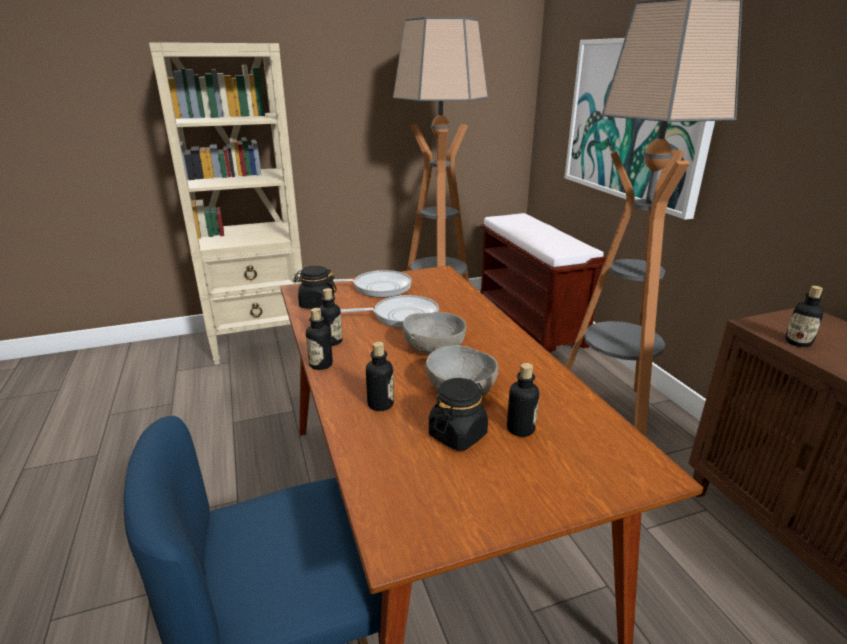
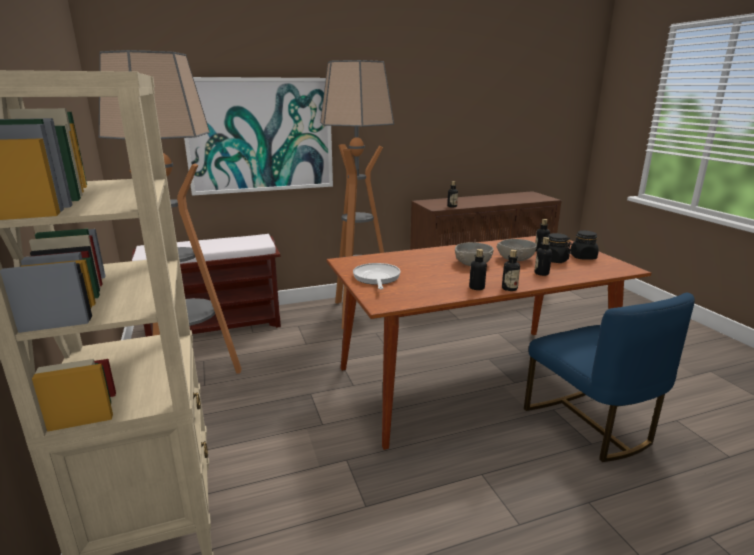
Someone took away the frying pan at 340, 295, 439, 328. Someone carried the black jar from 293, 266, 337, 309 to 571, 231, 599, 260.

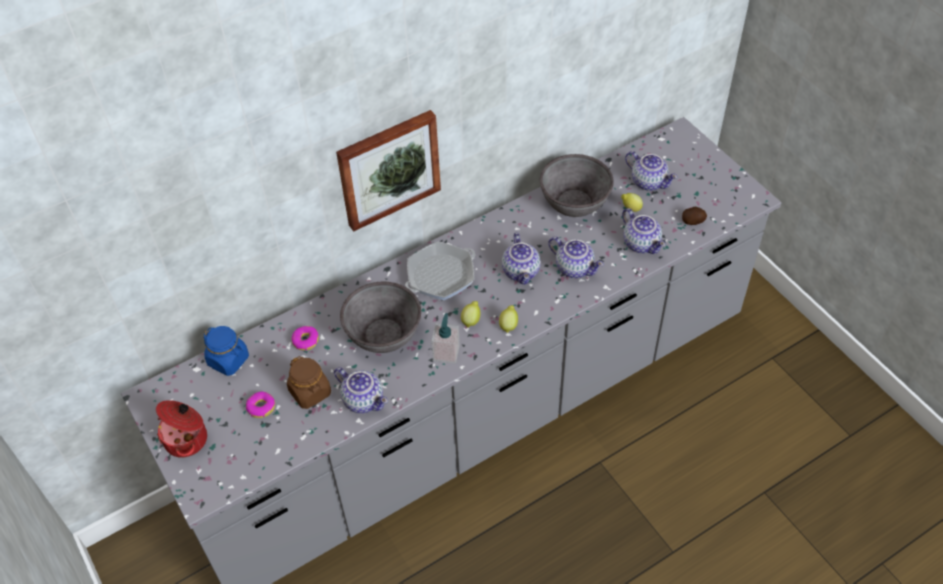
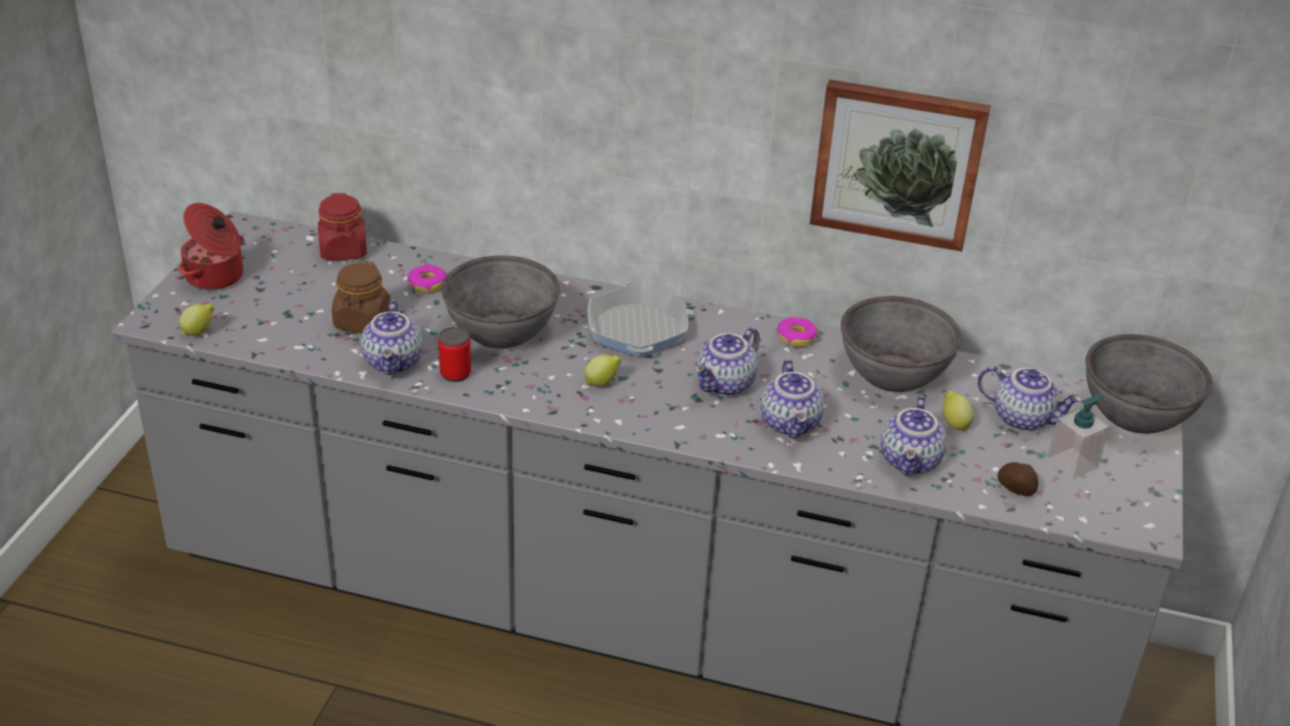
Someone put down the can at 438, 327, 471, 382. Someone put down the grey bowl at 1086, 334, 1213, 434. Someone carried the ring doughnut from 246, 392, 275, 418 to 777, 317, 817, 347. Someone carried the wall picture from 336, 110, 441, 231 to 810, 80, 991, 252. Someone carried the soap bottle from 431, 313, 460, 364 to 1047, 394, 1110, 479. Someone carried the lemon from 499, 305, 518, 333 to 179, 303, 215, 336. Someone repainted the blue jar at 204, 326, 249, 376, which became the red jar at 318, 193, 367, 260. Someone rotated the frying pan at 405, 242, 475, 300 by 75 degrees clockwise. Someone rotated the tea pot at 625, 151, 678, 191 by 60 degrees counterclockwise.

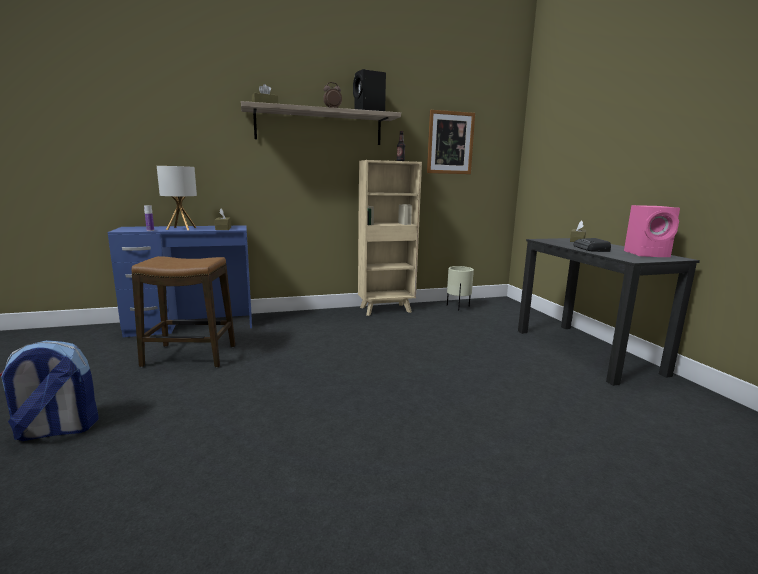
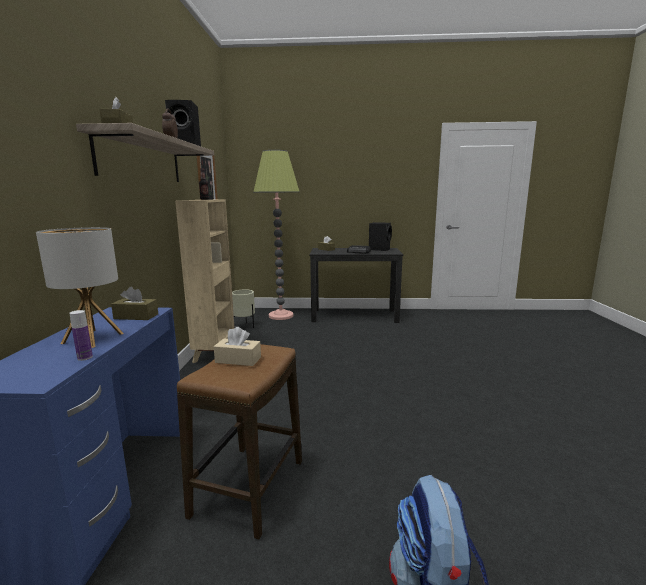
Someone put down the sand-coloured tissue holder at 214, 327, 261, 366. Someone put down the floor lamp at 254, 150, 300, 320. Someone repainted the pink-coloured loudspeaker at 624, 205, 680, 257, which became the black loudspeaker at 369, 222, 392, 251.

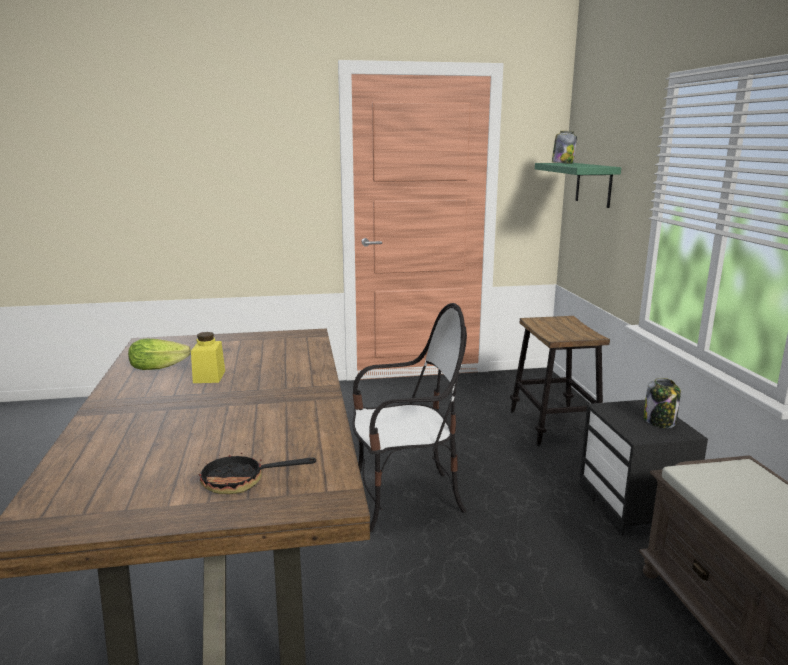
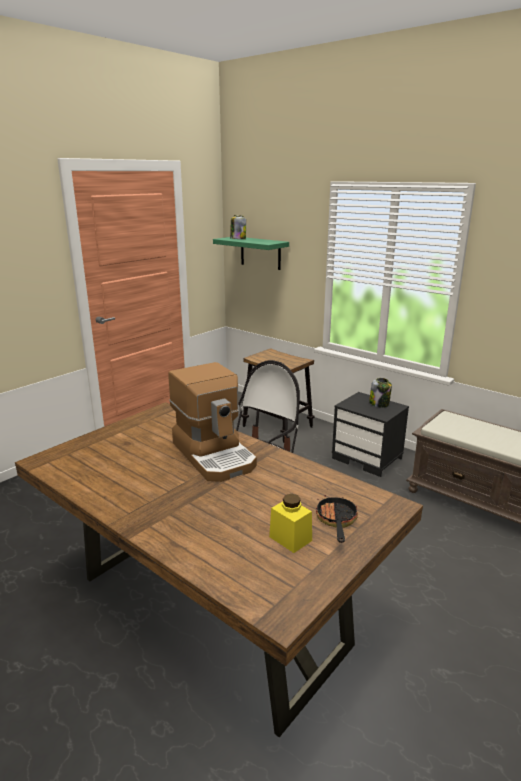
Someone took away the lettuce at 128, 339, 191, 370. Someone put down the coffee brewer at 168, 362, 257, 482. Someone carried the yellow-coloured jar from 191, 332, 225, 383 to 269, 494, 312, 553. Someone rotated the frying pan at 198, 444, 316, 494 by 135 degrees clockwise.

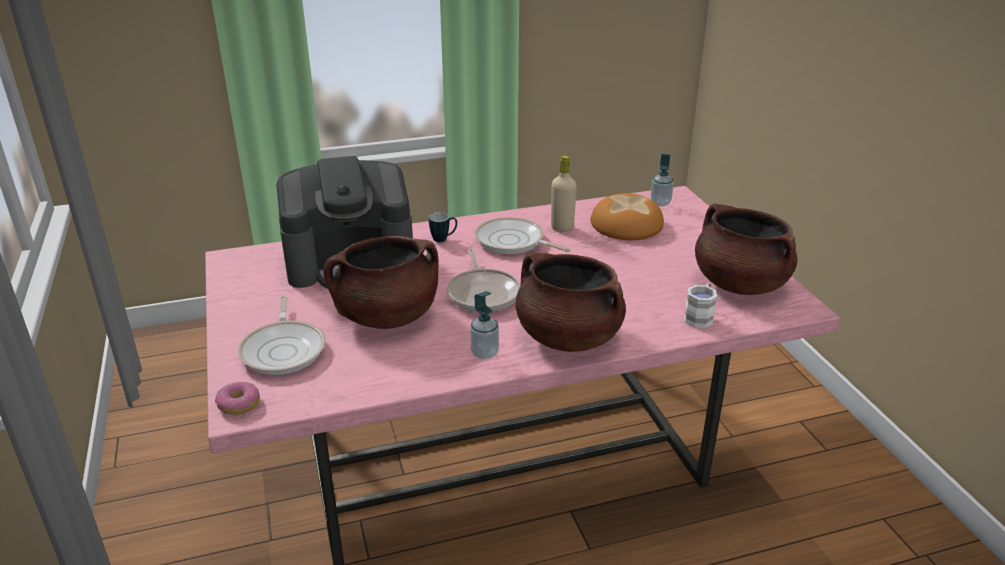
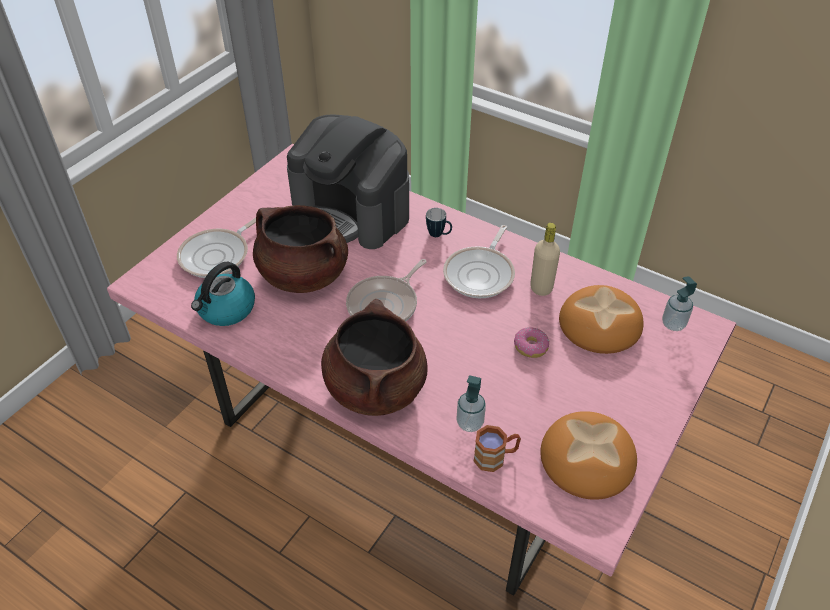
Someone put down the tea kettle at 191, 262, 255, 326. Someone carried the ring doughnut from 215, 381, 260, 415 to 514, 327, 550, 358. Someone carried the soap bottle from 470, 291, 499, 359 to 456, 375, 486, 432. Someone swapped the brownish cooking pot at 695, 203, 798, 295 for the bread at 540, 411, 637, 500. Someone repainted the white-coloured tea mug at 684, 283, 717, 328, which became the brownish tea mug at 473, 425, 521, 472. Someone rotated the frying pan at 474, 217, 571, 254 by 150 degrees counterclockwise.

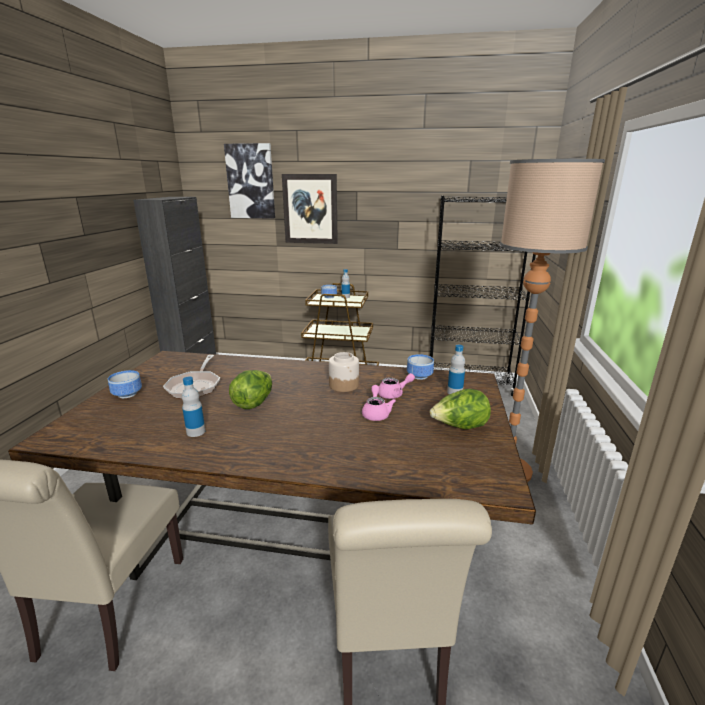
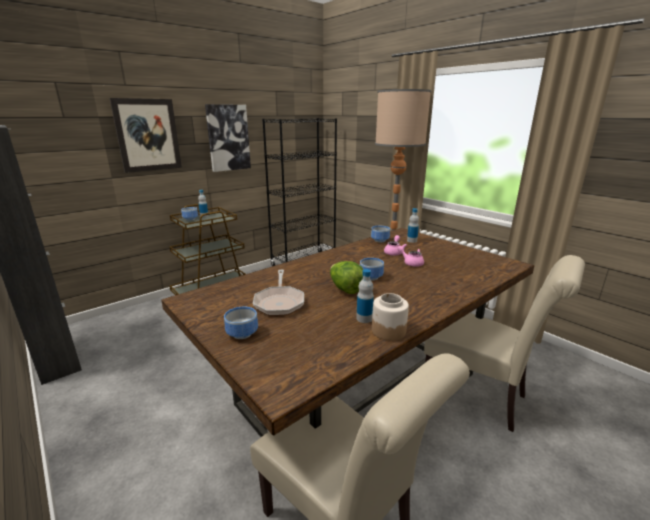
Someone took away the lettuce at 430, 389, 491, 429. Someone put down the bowl at 360, 258, 384, 280. Someone carried the wall picture from 224, 143, 275, 219 to 205, 104, 251, 172. Someone carried the jar from 329, 352, 359, 392 to 372, 293, 409, 341. Someone rotated the frying pan at 163, 355, 220, 399 by 45 degrees clockwise.

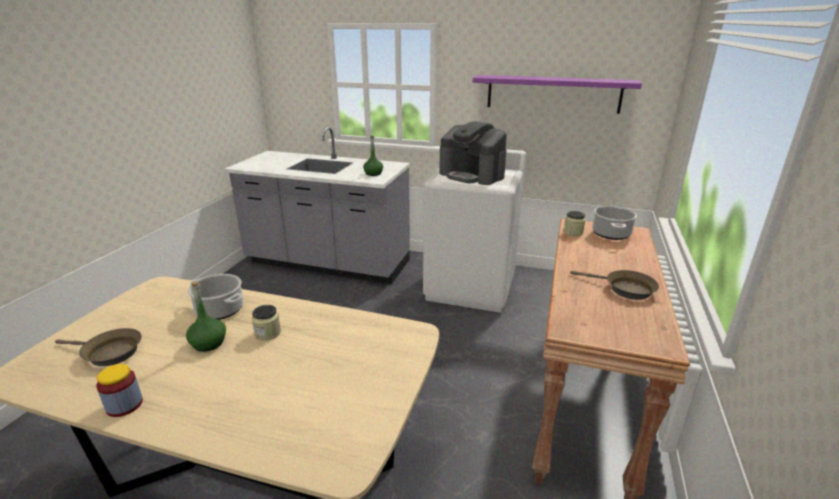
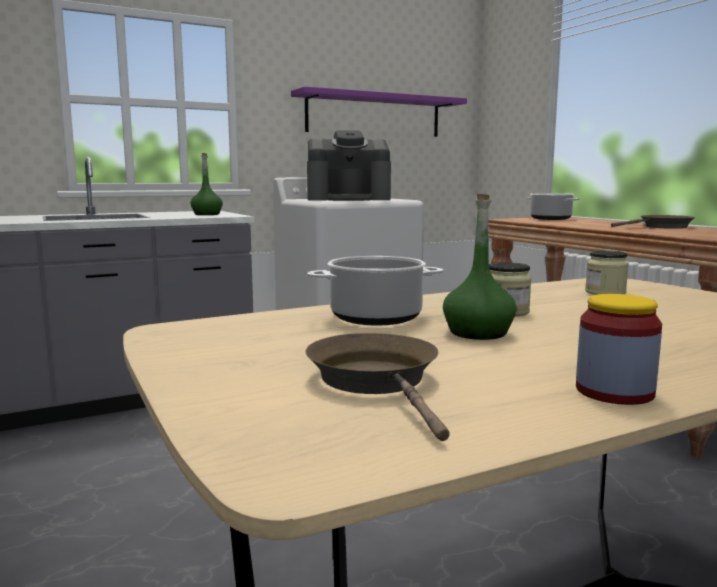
Someone carried the jar from 564, 211, 585, 236 to 585, 250, 629, 295. Someone rotated the brownish frying pan at 55, 328, 142, 366 by 75 degrees counterclockwise.

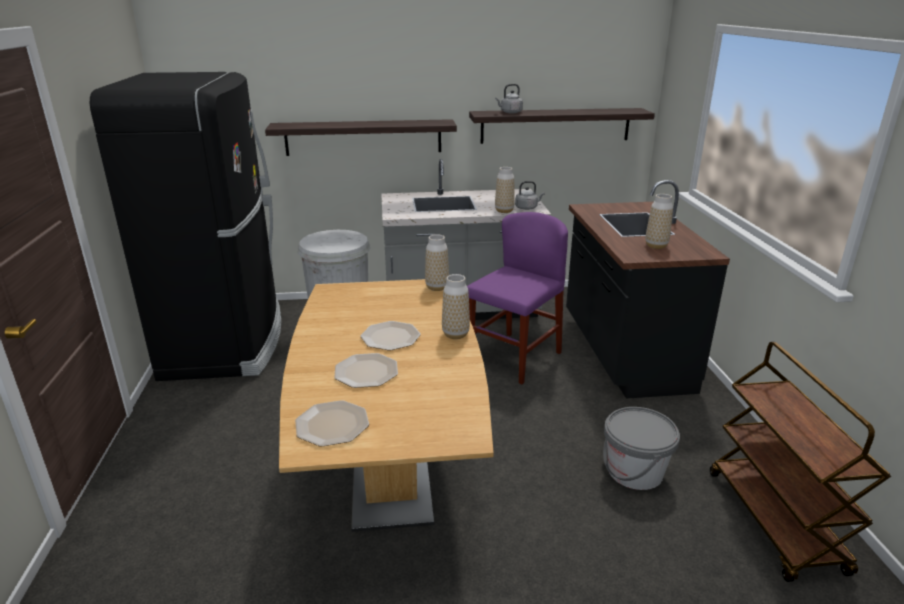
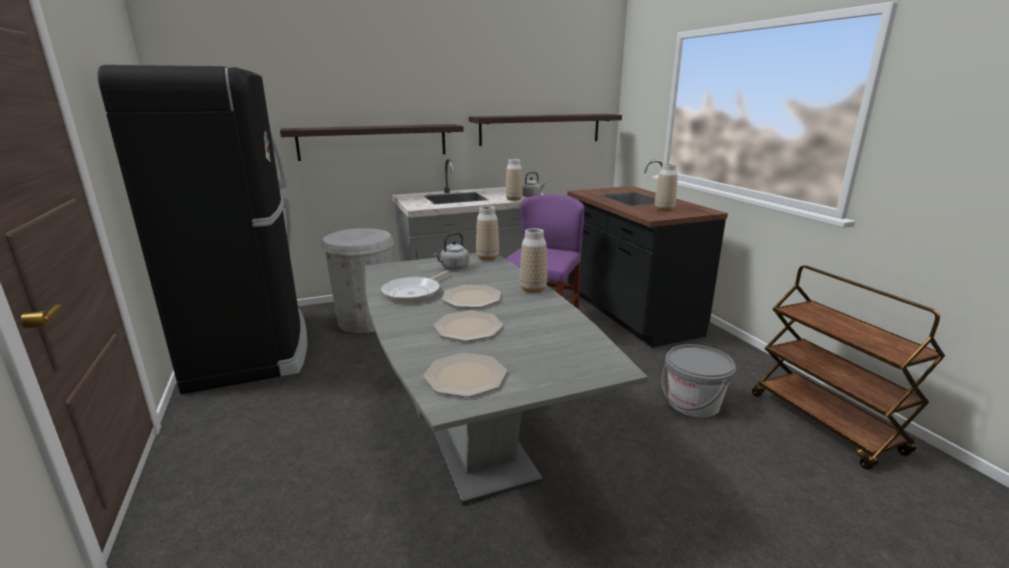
Someone put down the frying pan at 381, 270, 449, 302. Someone carried the grey tea kettle from 495, 84, 523, 114 to 433, 232, 469, 269. Someone repainted the brownish dinner table at 279, 279, 494, 532, which became the grey dinner table at 365, 253, 647, 505.

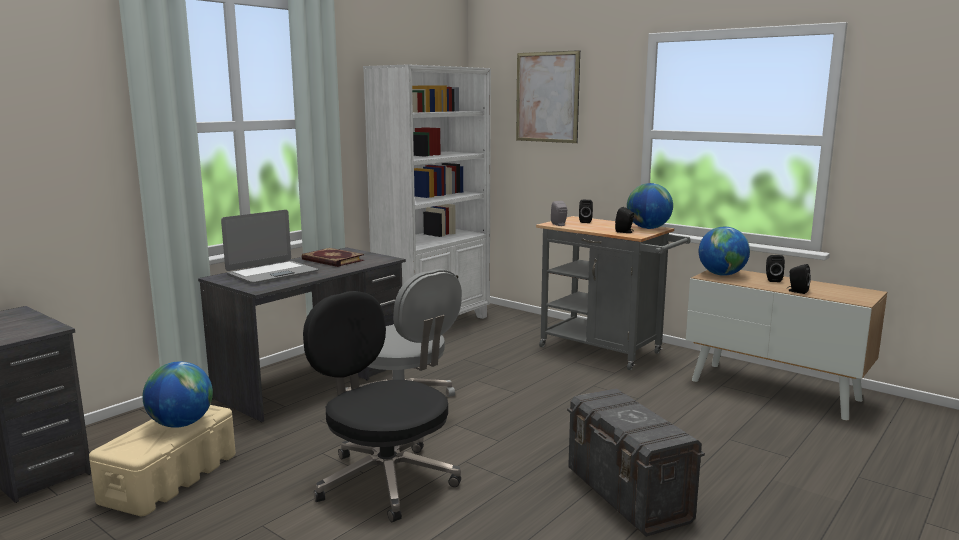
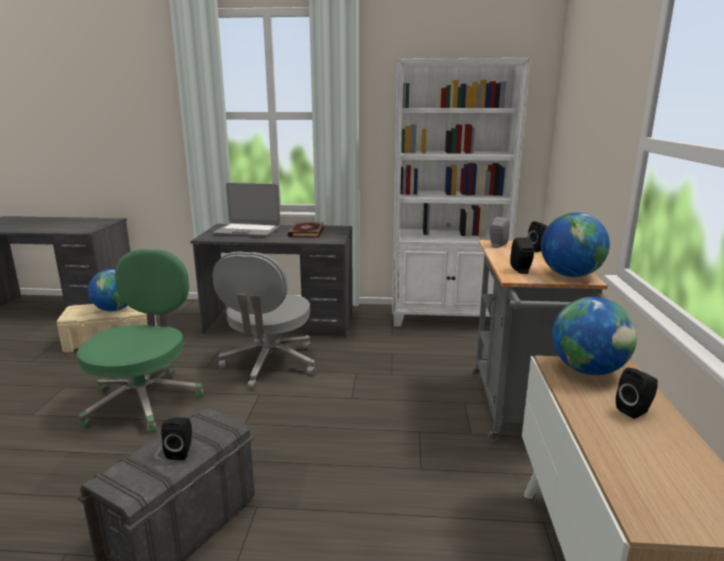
Someone took away the wall picture at 516, 50, 580, 143. Someone carried the black loudspeaker from 787, 264, 811, 294 to 161, 417, 192, 460. Someone repainted the black desk chair at 303, 291, 461, 522, which became the greenish desk chair at 76, 249, 204, 433.

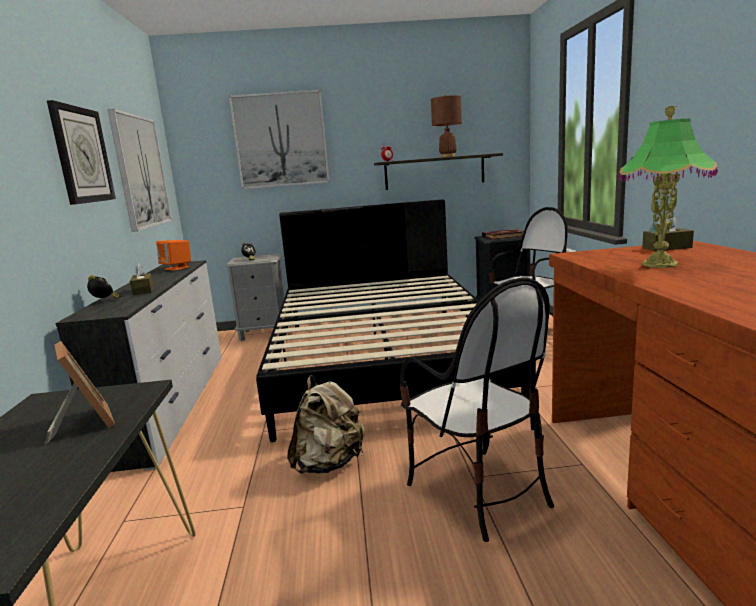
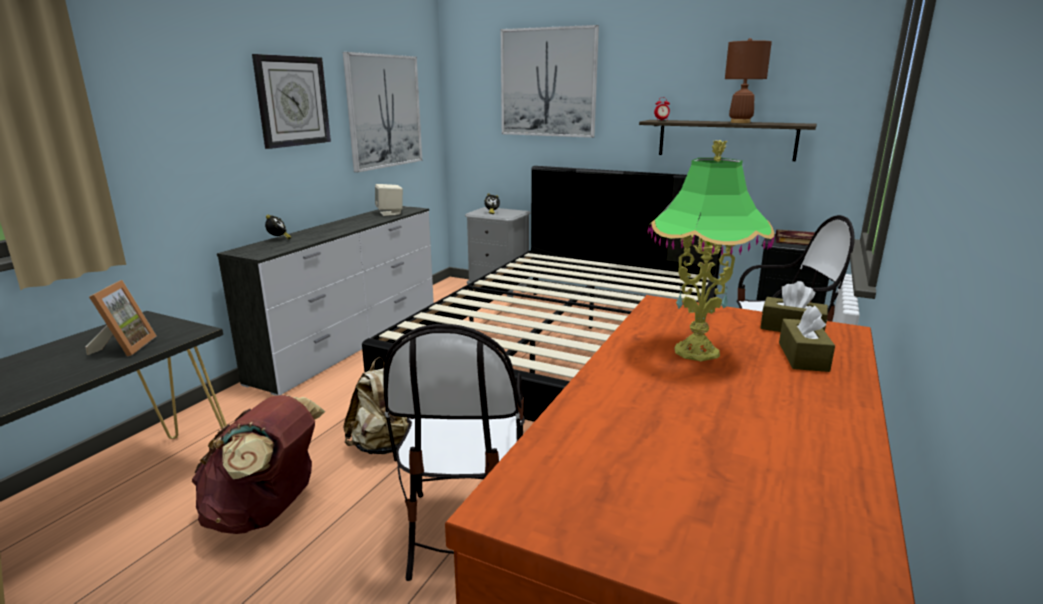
Someone put down the brownish knapsack at 192, 395, 325, 534. Someone carried the brownish tissue holder from 130, 263, 153, 295 to 779, 306, 835, 372. Someone repainted the orangey loudspeaker at 156, 240, 191, 271, which became the sand-coloured loudspeaker at 375, 184, 403, 216.

